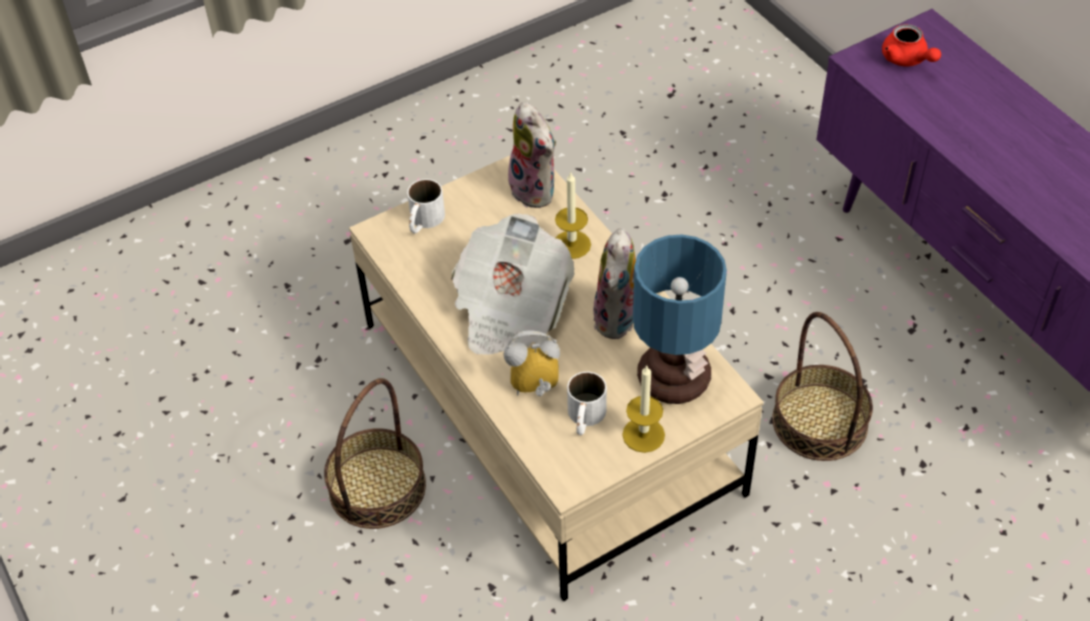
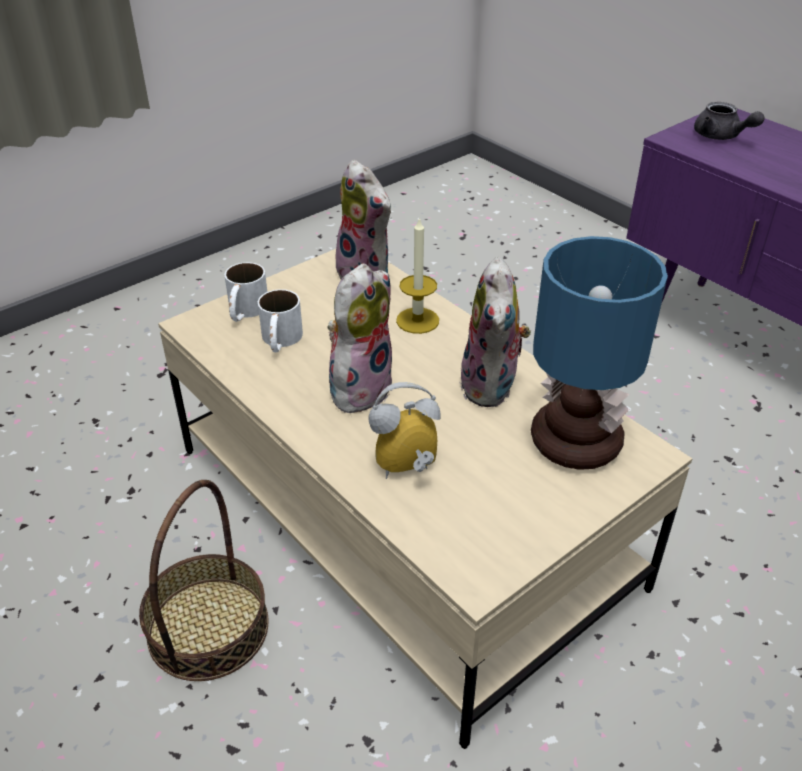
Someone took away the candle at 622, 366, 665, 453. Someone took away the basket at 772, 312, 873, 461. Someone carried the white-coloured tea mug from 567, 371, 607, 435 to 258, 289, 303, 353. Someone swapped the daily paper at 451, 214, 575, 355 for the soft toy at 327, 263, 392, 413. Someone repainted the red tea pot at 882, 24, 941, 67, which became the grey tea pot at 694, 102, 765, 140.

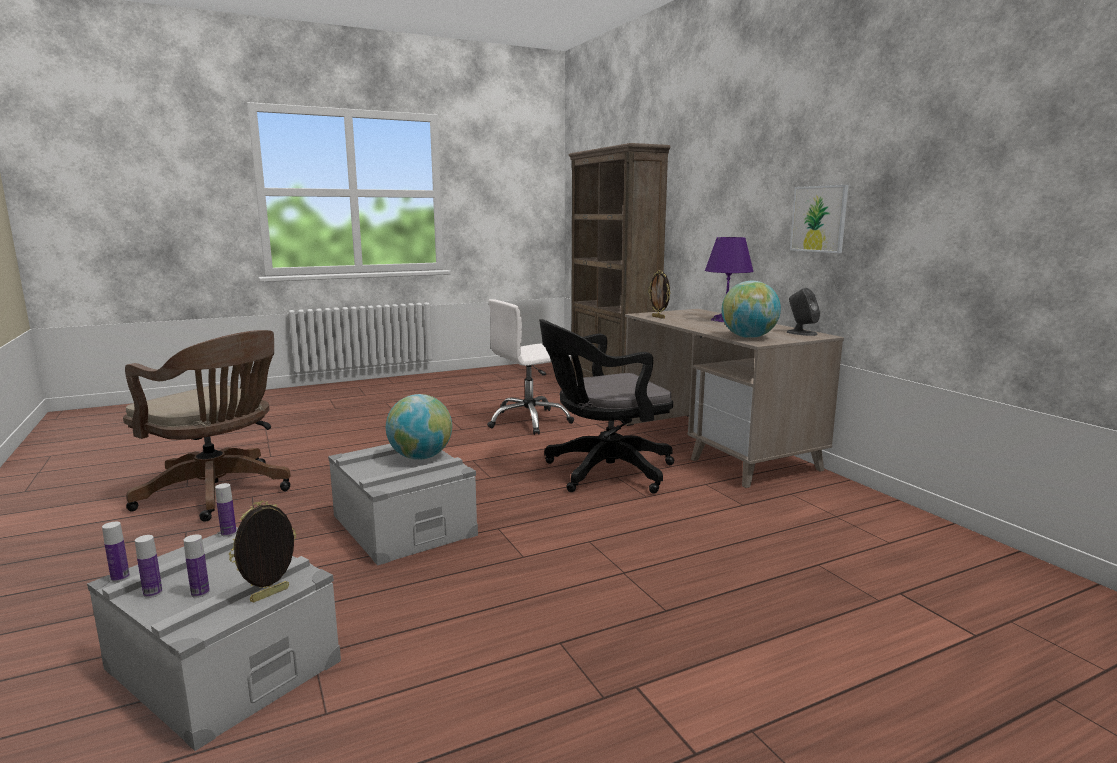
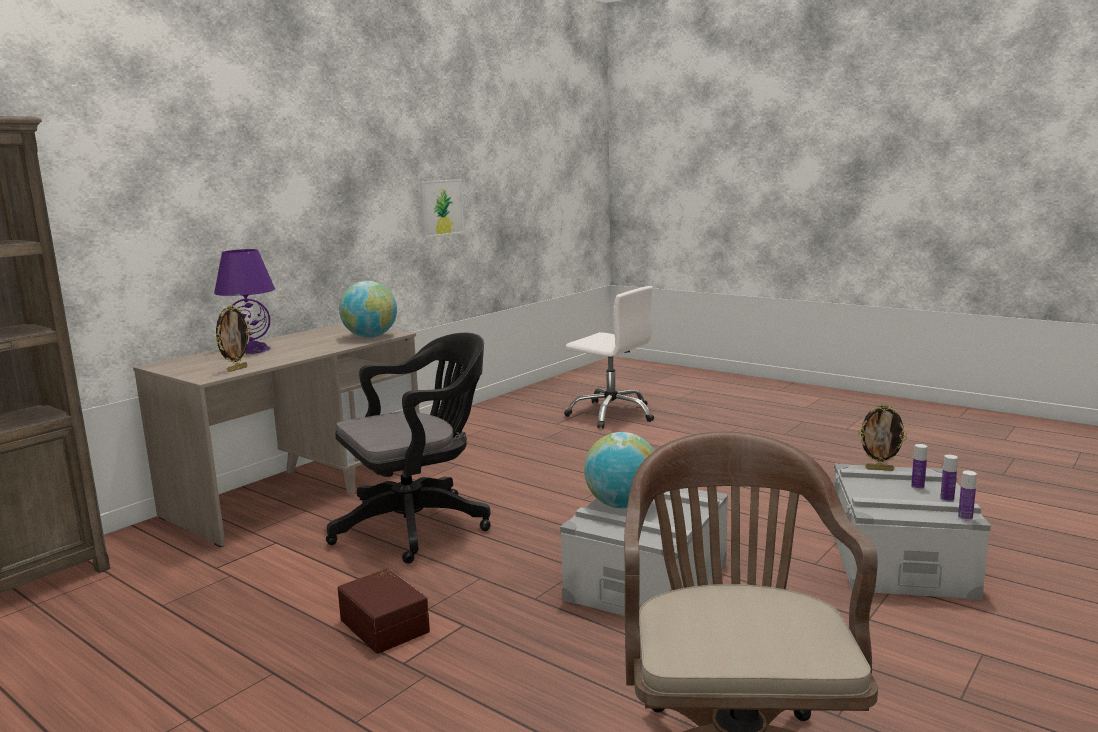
Someone took away the drink bottle at 215, 483, 236, 537. Someone took away the grey loudspeaker at 787, 288, 820, 336. Someone put down the brownish storage container at 338, 569, 430, 654. Someone carried the white-coloured desk chair from 487, 299, 574, 435 to 564, 286, 654, 428. Someone carried the wall picture from 790, 185, 848, 253 to 420, 179, 464, 238. Someone rotated the black desk chair at 539, 319, 674, 494 by 75 degrees counterclockwise.

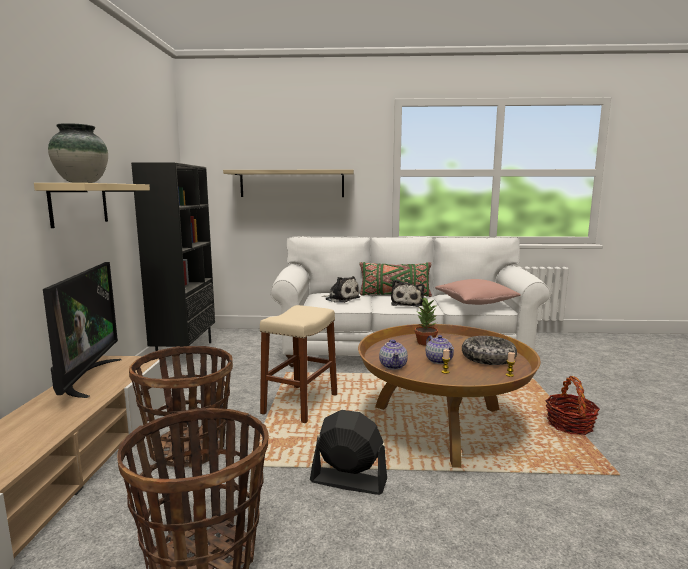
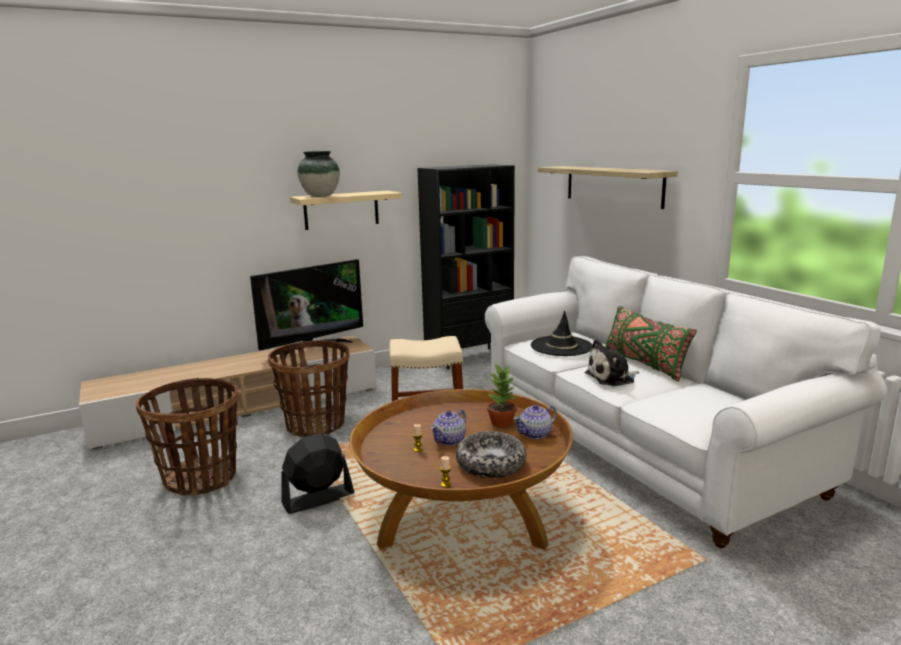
Someone took away the pink-coloured cushion at 435, 279, 521, 305. Someone took away the basket at 545, 376, 600, 435. Someone carried the tea pot from 379, 339, 408, 370 to 513, 404, 557, 439. Someone swapped the soft toy at 322, 276, 360, 303 for the black clothing hat at 531, 310, 593, 356. Someone rotated the black fan at 310, 410, 387, 495 by 105 degrees counterclockwise.

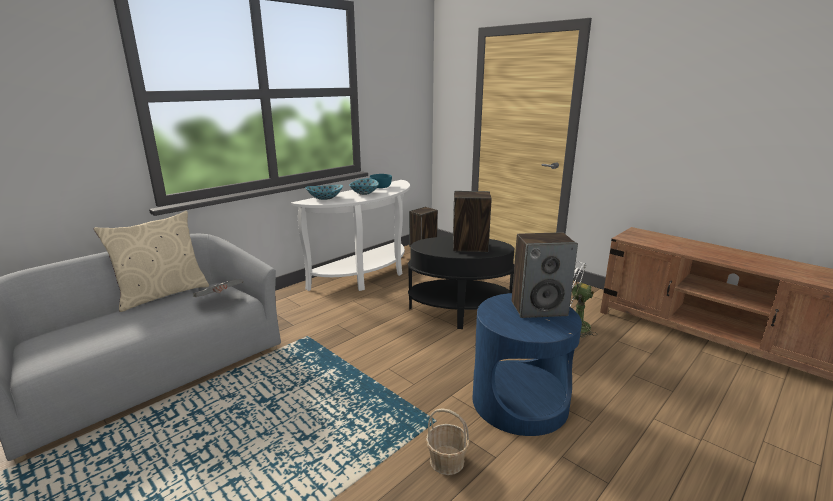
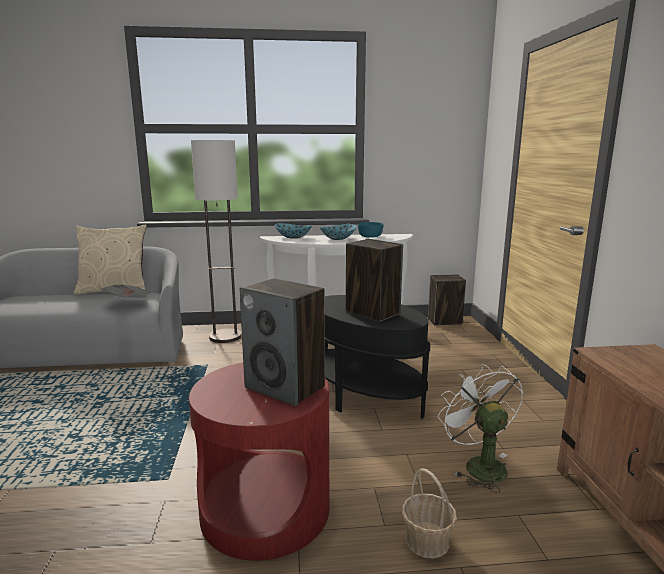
Someone put down the floor lamp at 191, 140, 242, 343. Someone carried the basket from 426, 408, 470, 475 to 402, 468, 457, 558. Someone repainted the blue accent table at 473, 293, 582, 436, which became the red accent table at 189, 362, 329, 561.

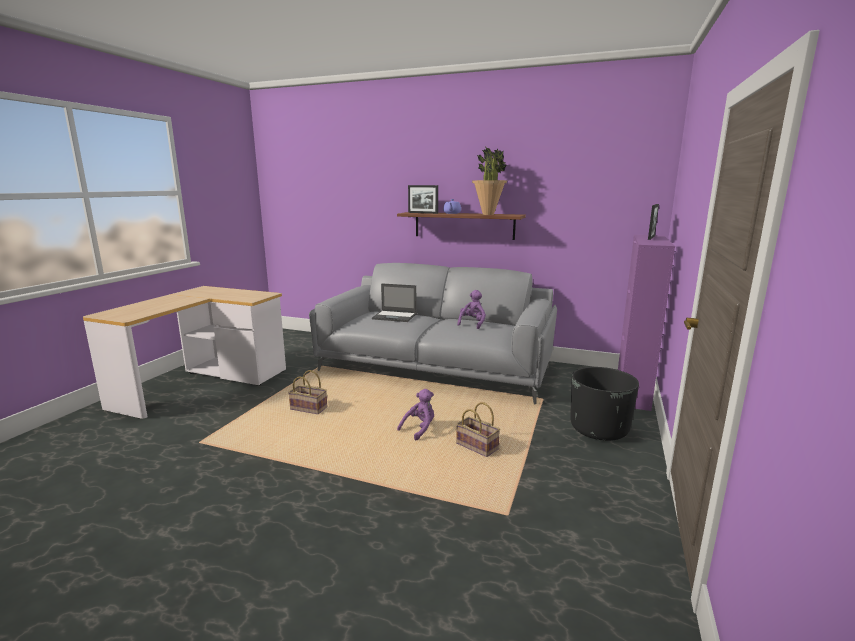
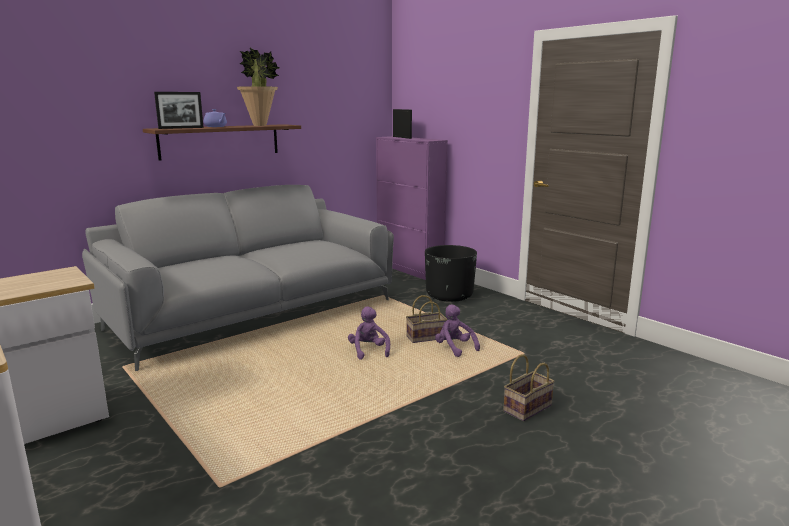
Someone took away the laptop at 372, 283, 417, 322. Someone carried the basket from 288, 370, 327, 414 to 503, 354, 555, 421. Someone carried the purplish soft toy from 457, 290, 486, 329 to 435, 304, 480, 357.

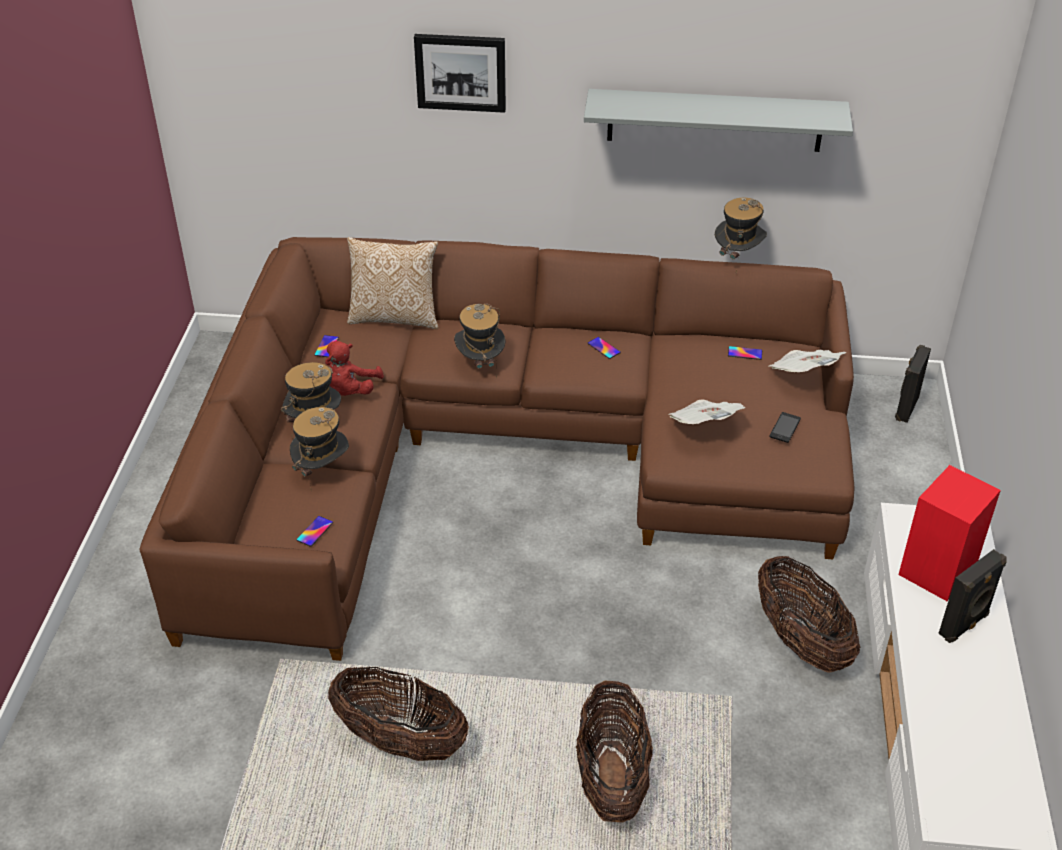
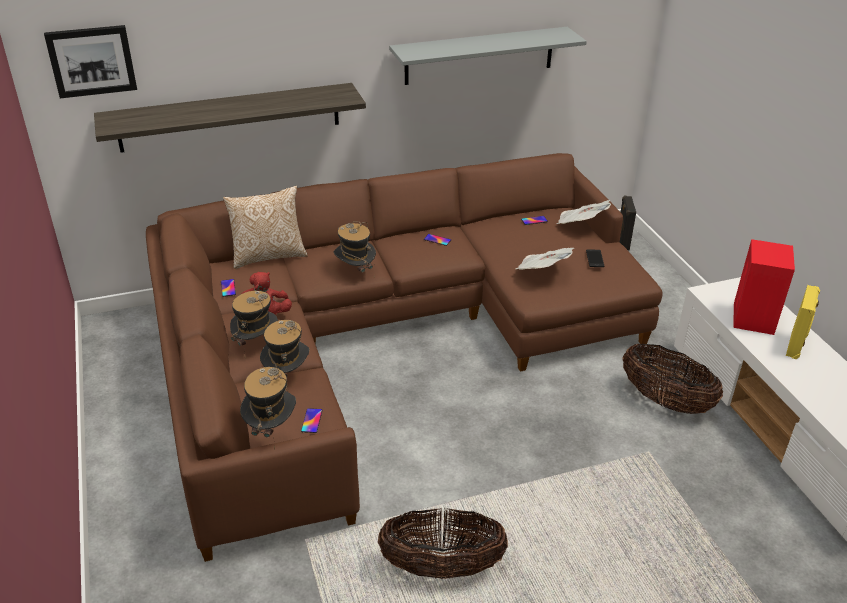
Someone took away the basket at 576, 681, 653, 823. Someone put up the shelf at 94, 83, 366, 153. Someone carried the wall picture from 414, 34, 506, 113 to 44, 25, 137, 98. Someone carried the clothing hat from 715, 197, 767, 273 to 240, 367, 296, 450. Someone repainted the black loudspeaker at 938, 549, 1006, 643, which became the yellow-coloured loudspeaker at 786, 285, 820, 359.

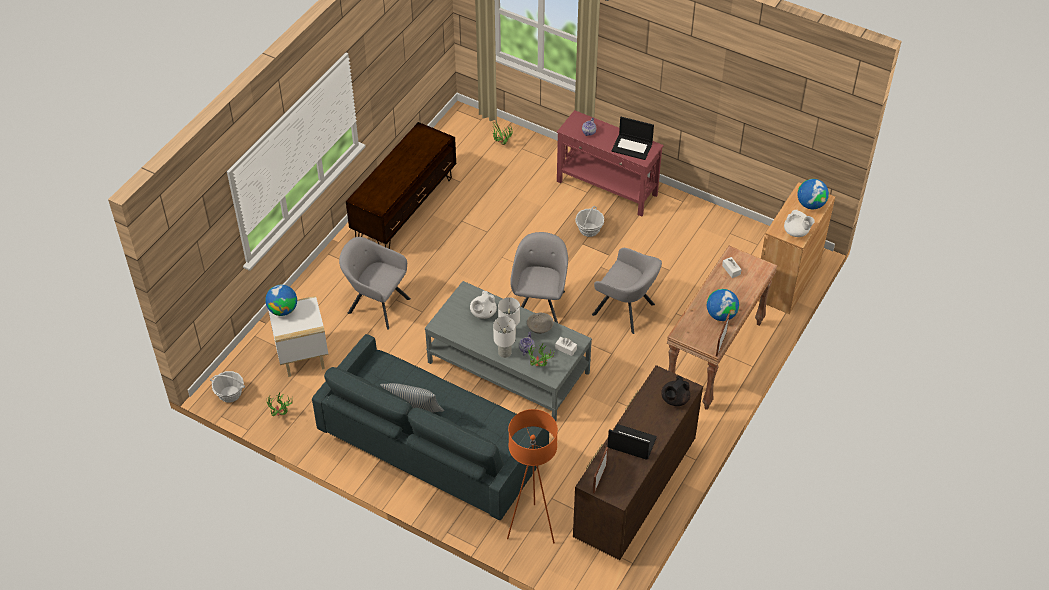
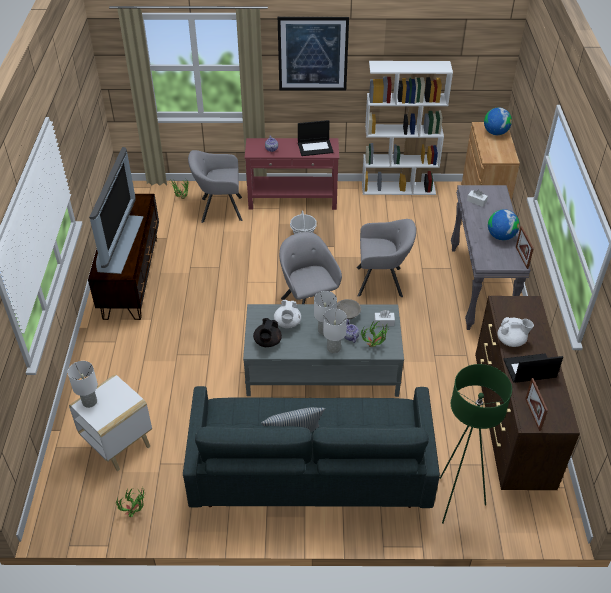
Someone took away the basket at 210, 371, 245, 403. Someone put down the television at 89, 147, 143, 274. Someone put up the wall picture at 278, 17, 349, 91. Someone put down the white-coloured bookcase at 362, 61, 453, 195. Someone carried the grey armchair from 339, 237, 411, 330 to 188, 150, 243, 223. Someone carried the black tea pot from 661, 376, 690, 406 to 253, 318, 282, 347. Someone carried the white-coloured tea pot from 784, 210, 815, 237 to 498, 317, 534, 347. Someone swapped the globe at 265, 285, 297, 316 for the white-coloured table lamp at 68, 361, 98, 408. Someone repainted the orangey floor lamp at 507, 409, 558, 543, which became the greenish floor lamp at 440, 364, 512, 524. Someone repainted the brownish console table at 667, 246, 778, 410, which became the grey console table at 451, 185, 531, 330.

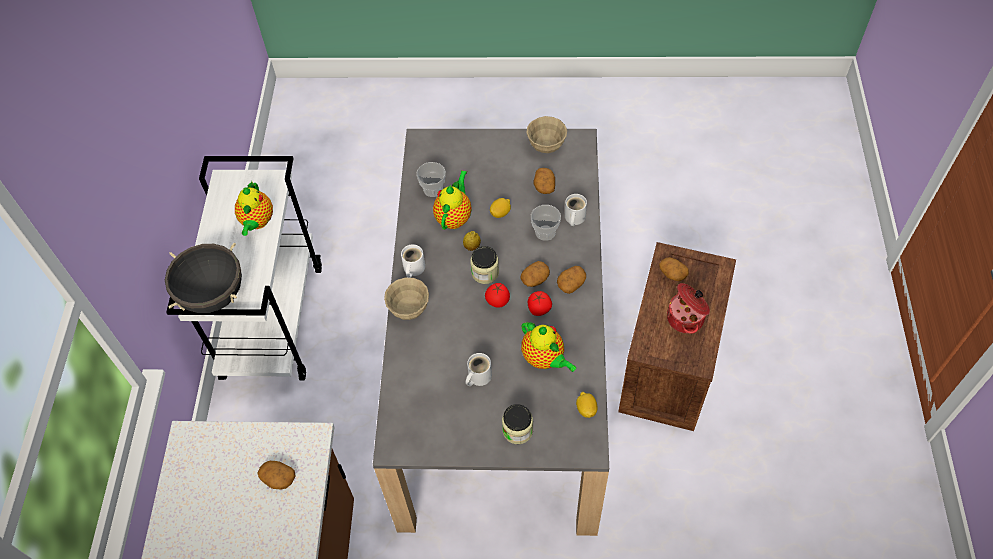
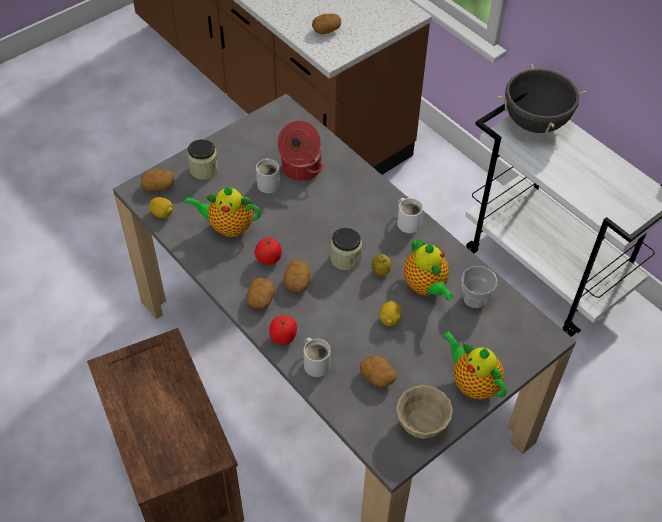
Someone took away the sand-coloured bowl at 384, 278, 429, 320. Someone took away the small cup at 531, 205, 561, 241. Someone carried the tea pot from 235, 181, 273, 236 to 443, 331, 507, 400. Someone carried the fresh tomato from 485, 283, 510, 308 to 269, 316, 297, 345. Someone carried the whole potato from 659, 257, 689, 281 to 141, 169, 174, 191. Someone carried the cooking pot from 667, 283, 710, 334 to 277, 121, 323, 181.

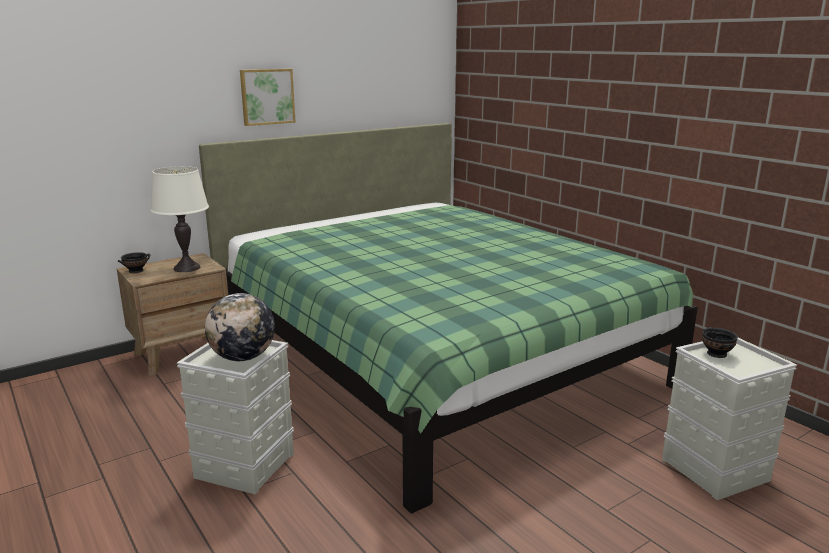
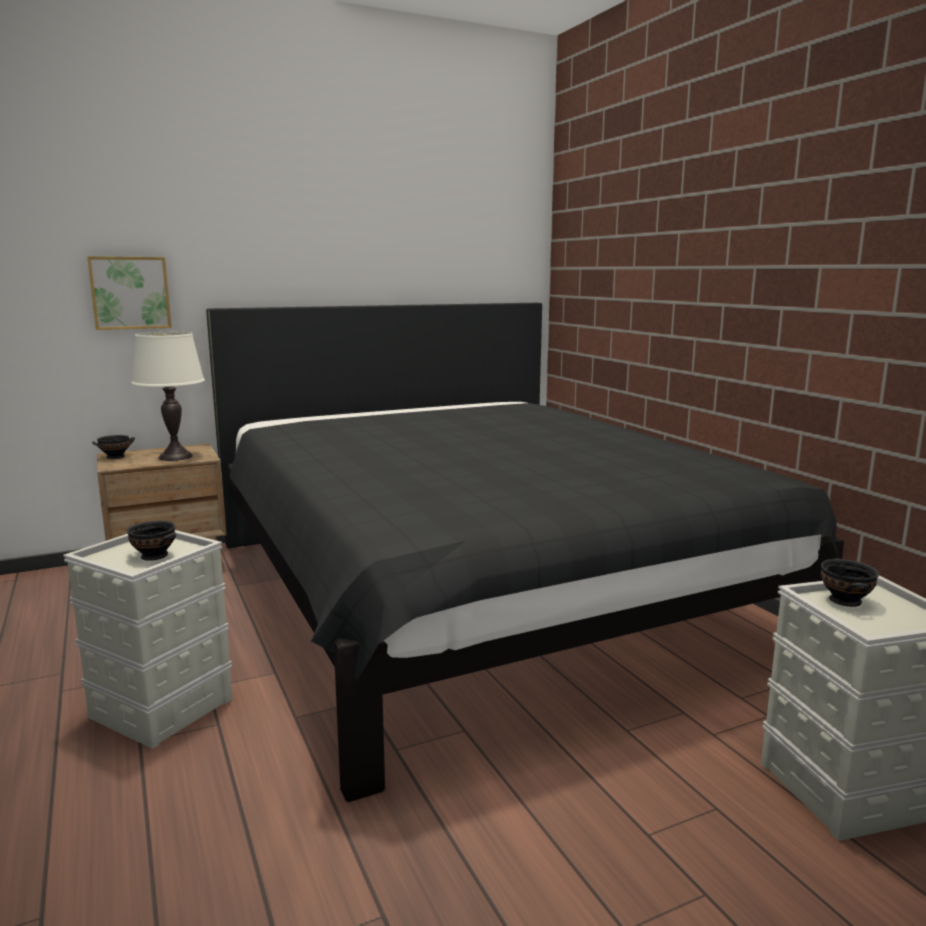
Someone carried the wall picture from 240, 69, 295, 126 to 87, 256, 172, 330. Someone swapped the globe at 205, 293, 275, 361 for the black bowl at 127, 521, 176, 561. Someone repainted the greenish sleeping bed at 199, 123, 698, 514, which became the black sleeping bed at 206, 303, 844, 802.

